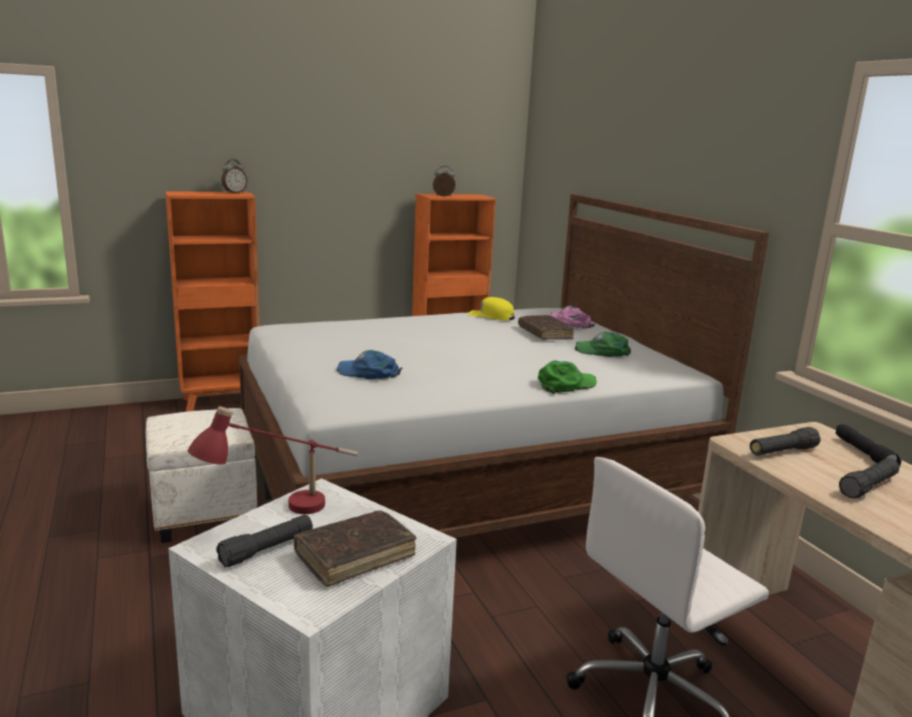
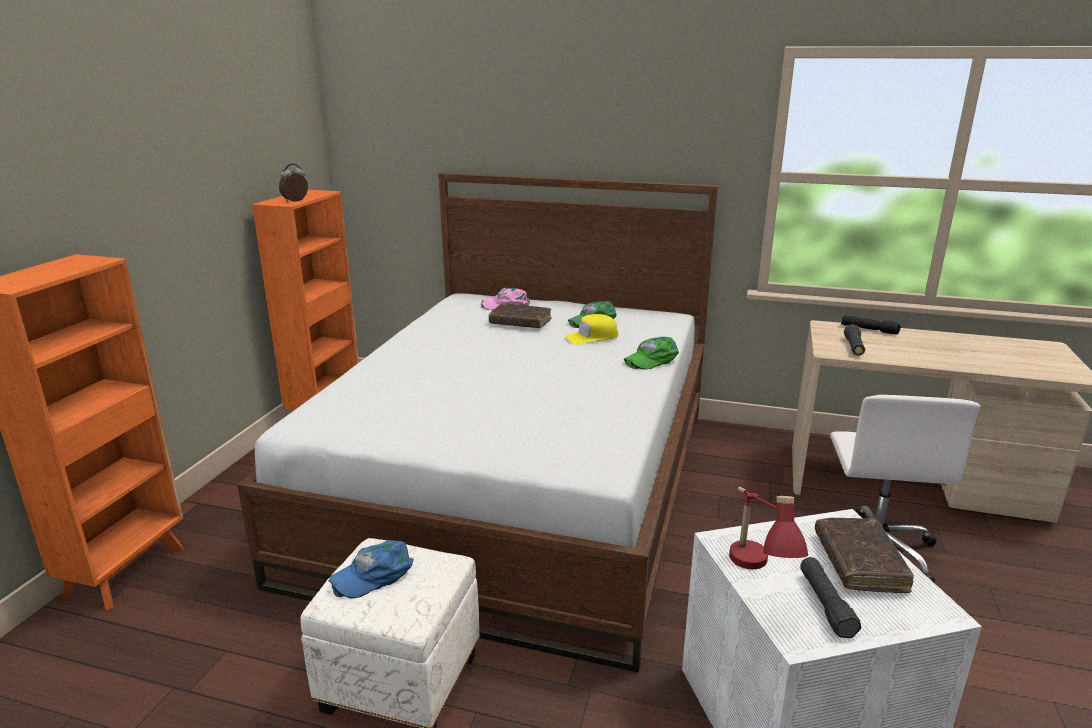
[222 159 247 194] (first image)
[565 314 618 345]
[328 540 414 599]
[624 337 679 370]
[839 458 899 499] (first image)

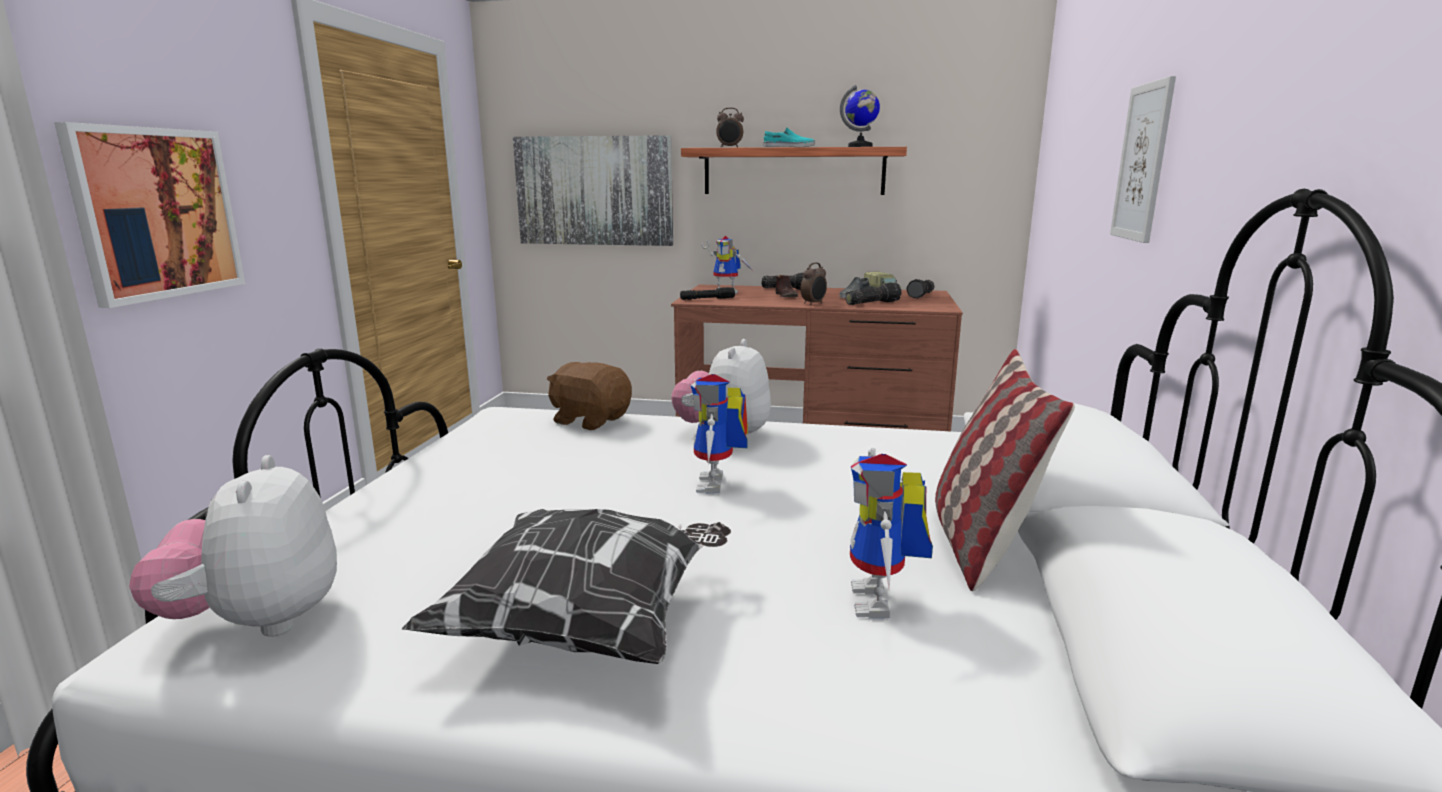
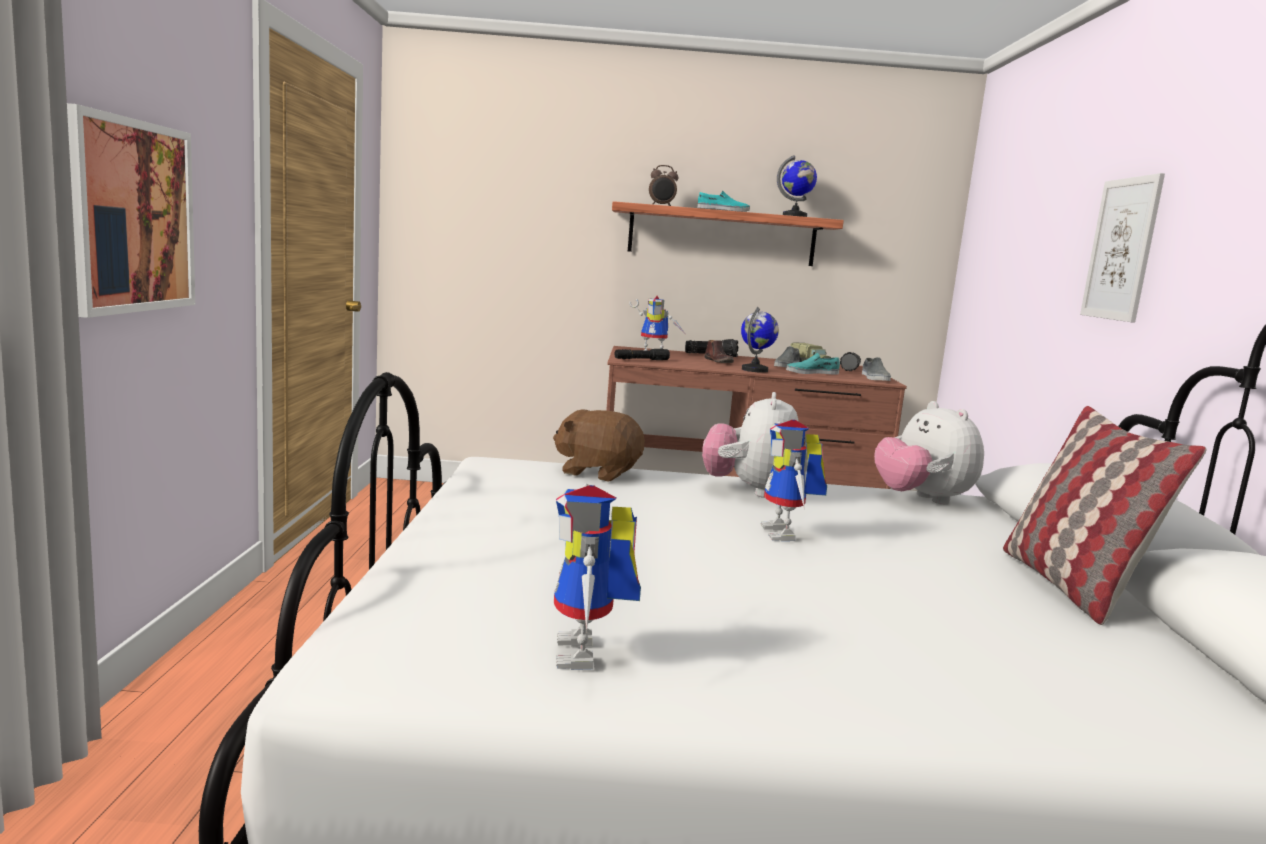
[513 135 673 246] (first image)
[741 307 779 373]
[786 353 840 375]
[554 483 641 670]
[874 401 984 505]
[402 509 731 664] (first image)
[862 357 891 381]

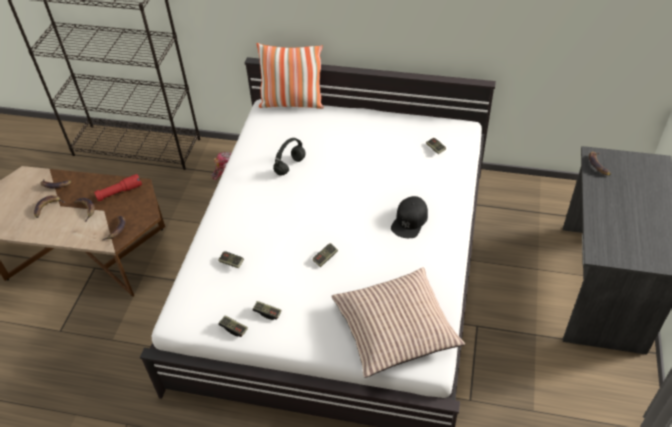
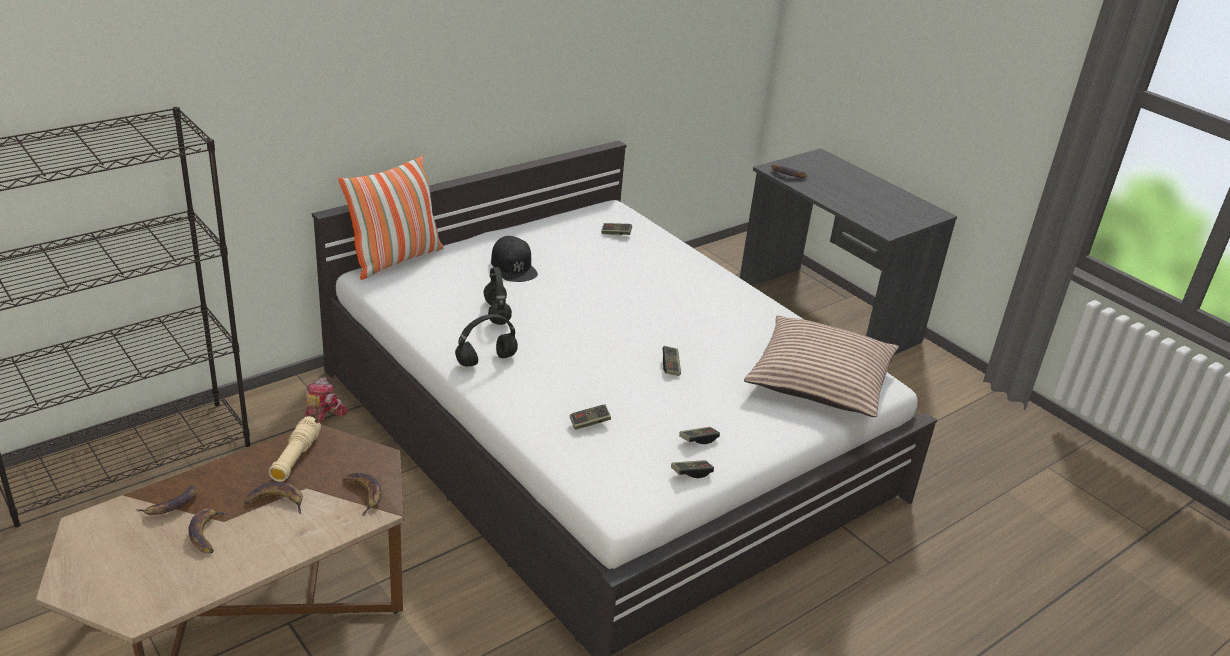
[269 416 321 482]
[491 236 538 282]
[455 314 518 367]

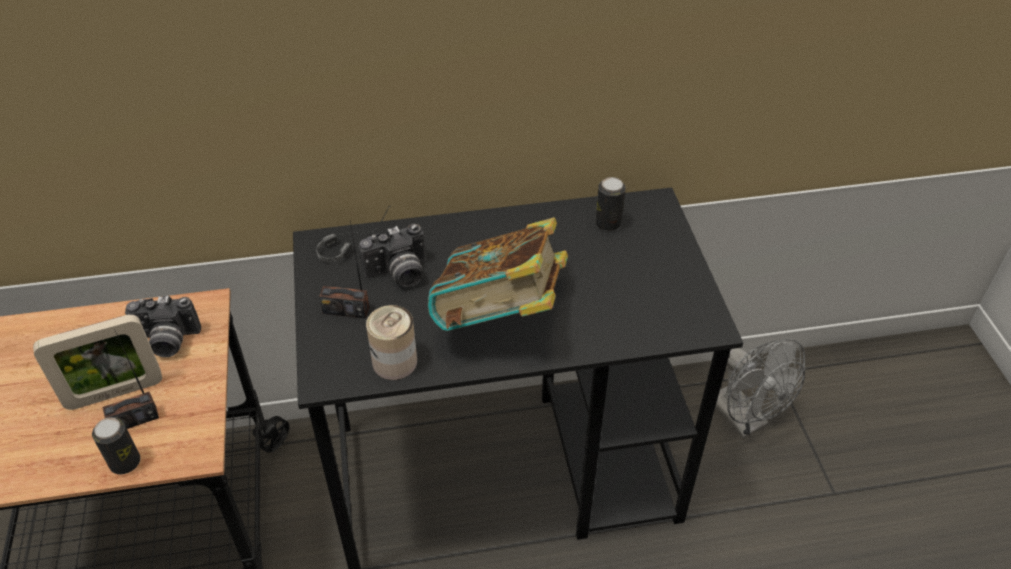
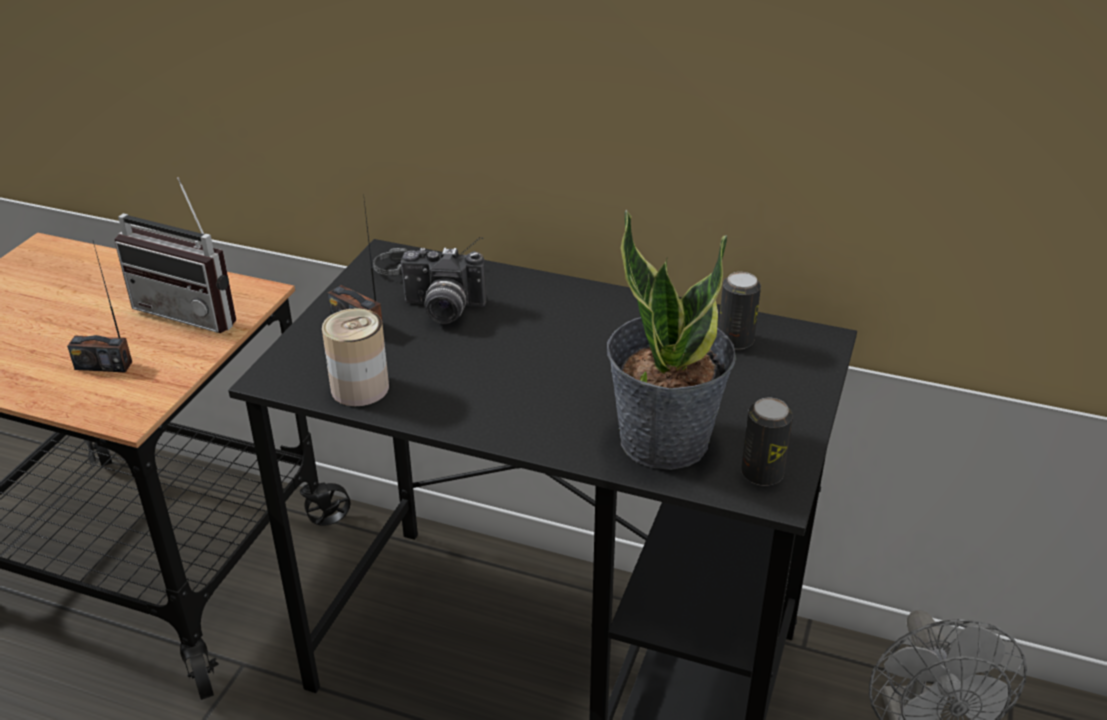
[428 217 568 331] (first image)
[114 177 236 333]
[33 314 162 410] (first image)
[741 398 793 486]
[607 210 736 470]

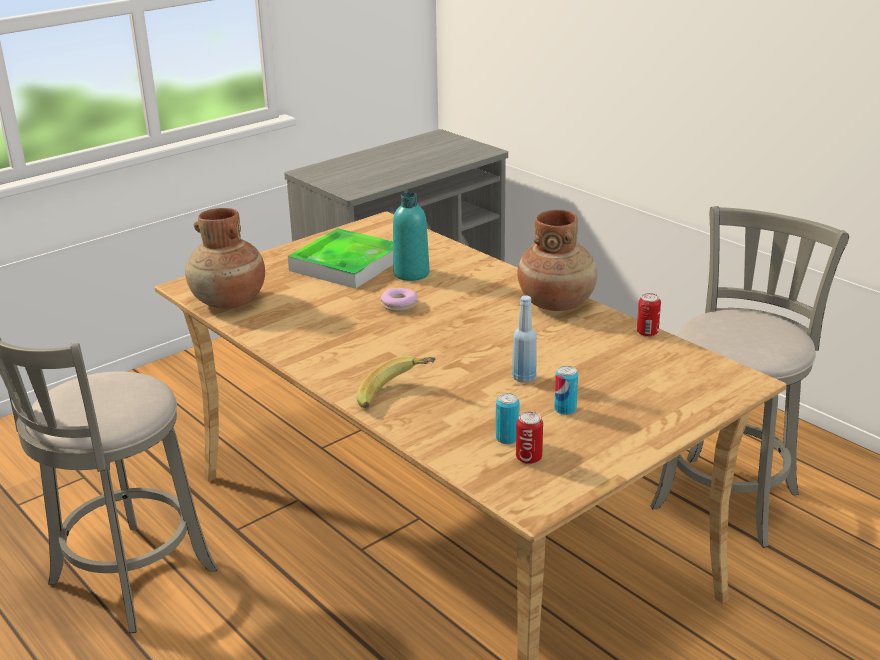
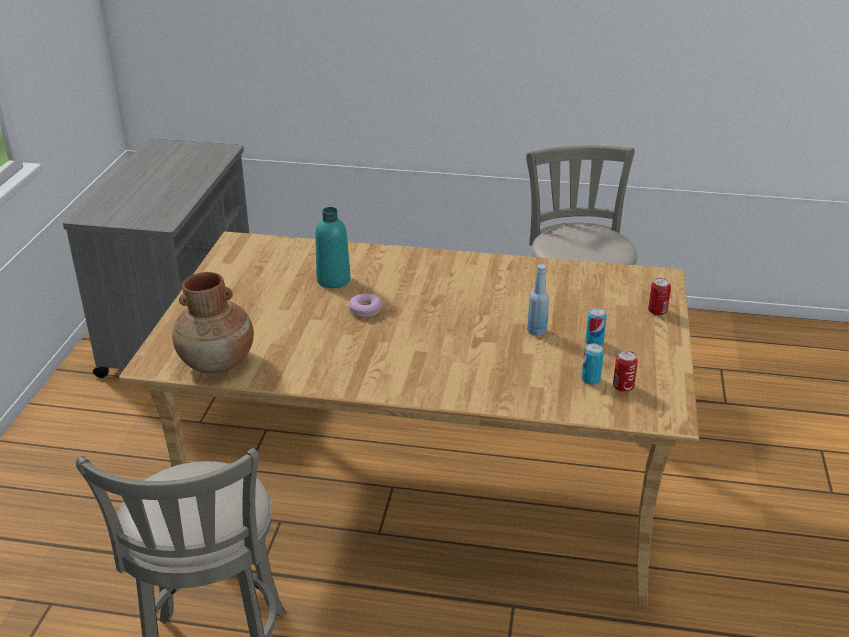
[517 210 597 311] (first image)
[288 228 393 289] (first image)
[648 278 671 316]
[356 356 436 408] (first image)

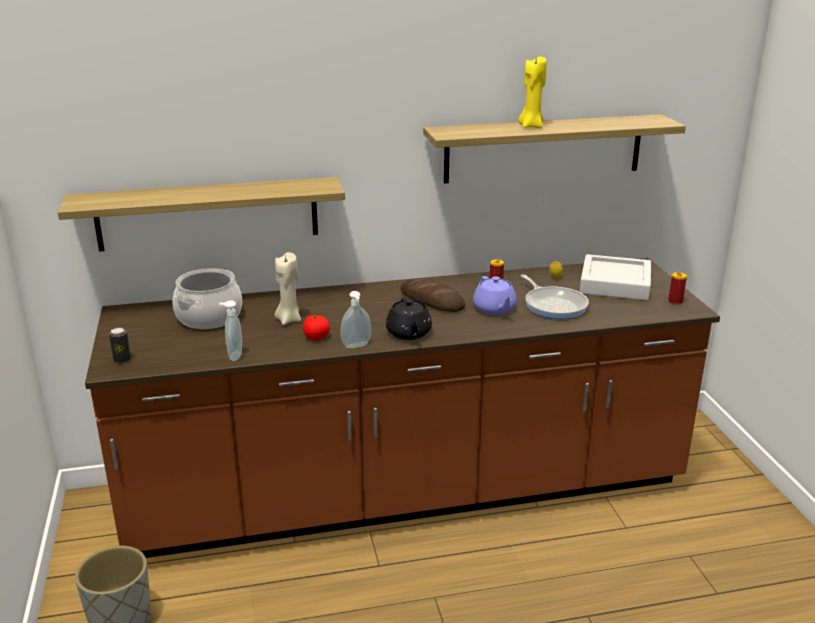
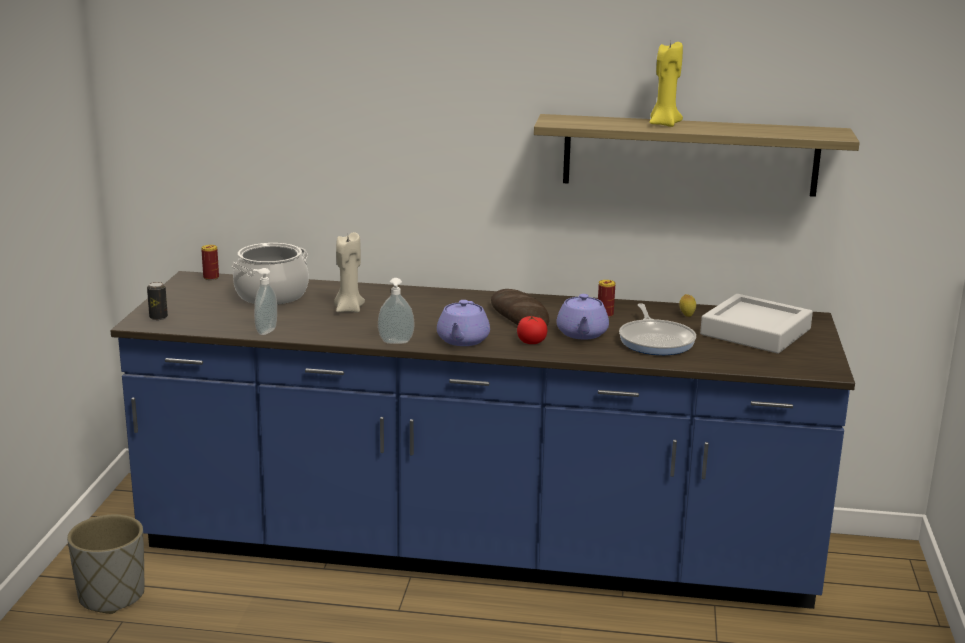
[58 177 345 251] (first image)
[111 271 855 609]
[201 245 219 280]
[437 300 490 346]
[517 316 547 344]

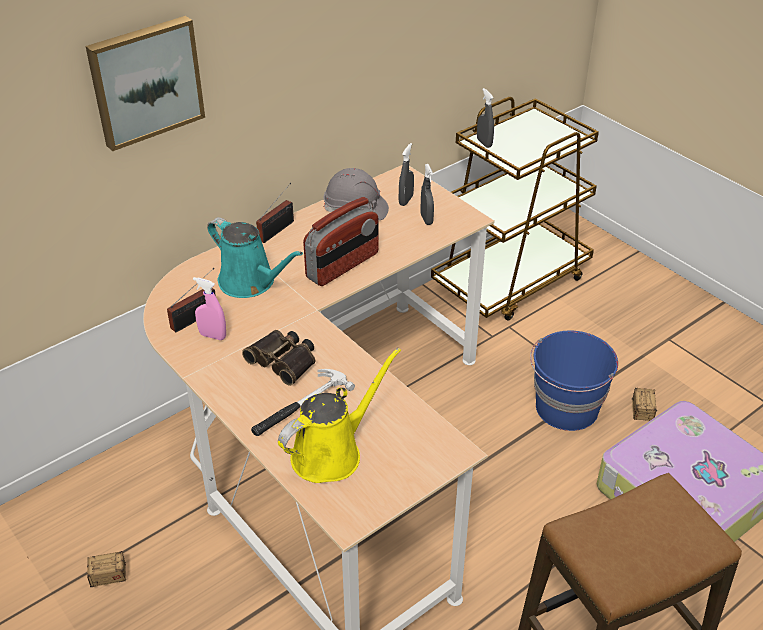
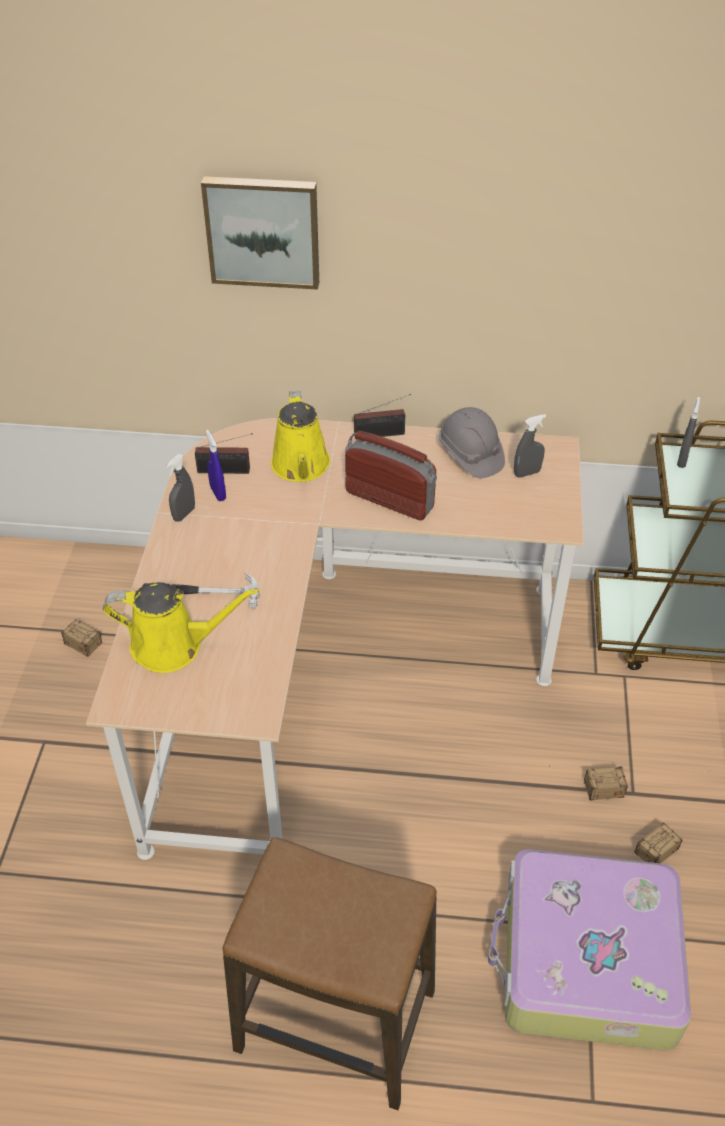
[166 454 195 522]
[345 431 437 520]
[271 390 330 482]
[206 430 226 501]
[242 330 315 386] (first image)
[549 766 628 800]

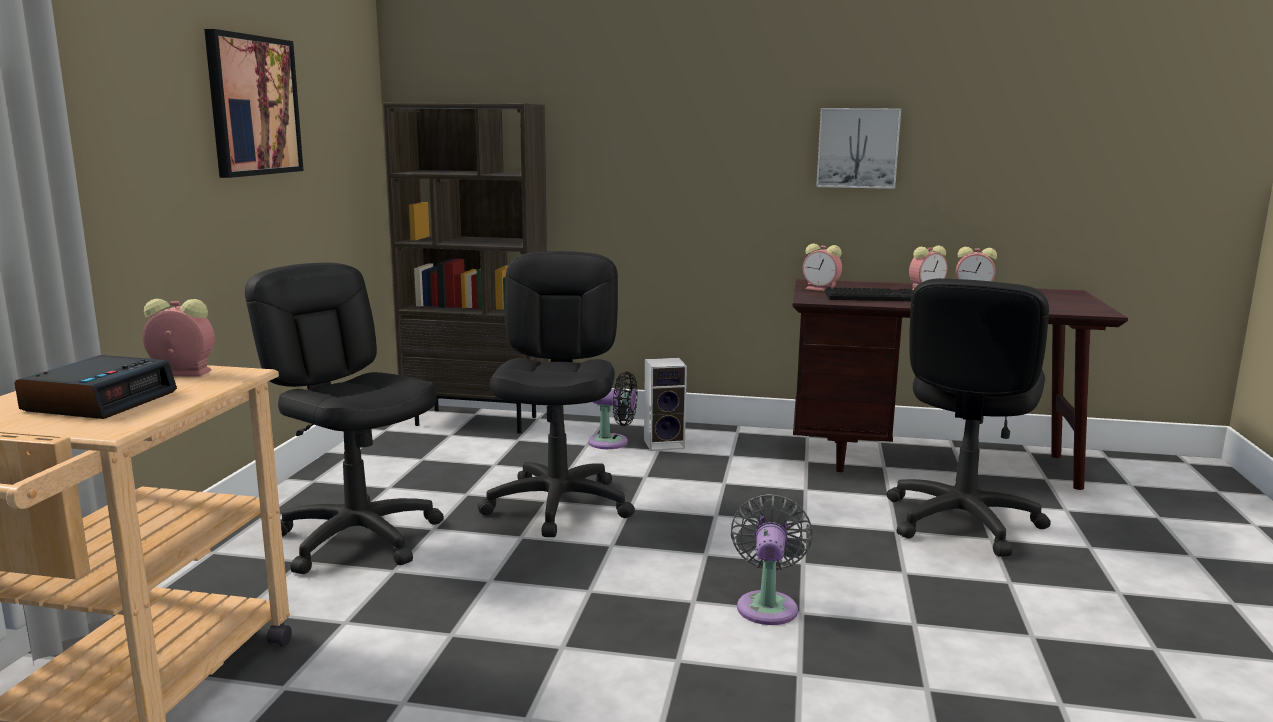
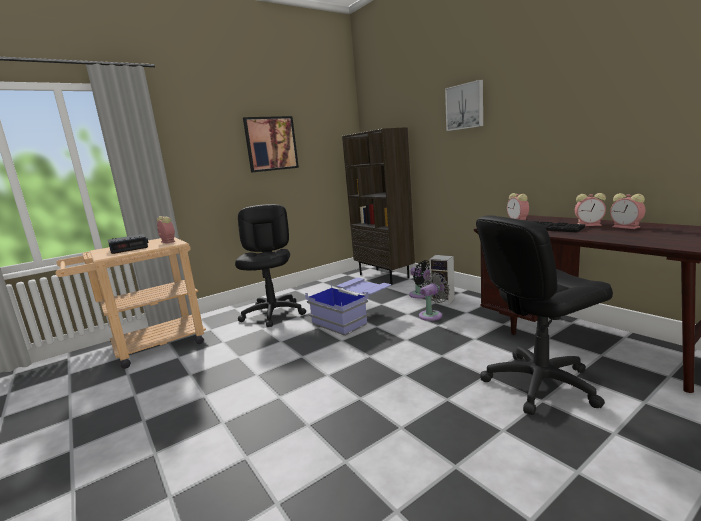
[445 80 483 131]
[305 278 391 336]
[419 272 450 321]

